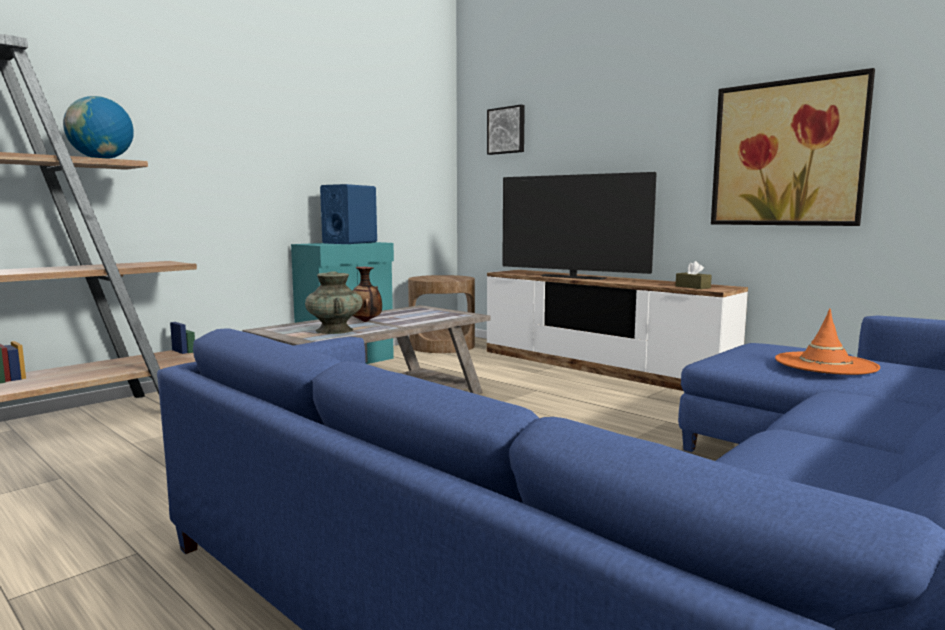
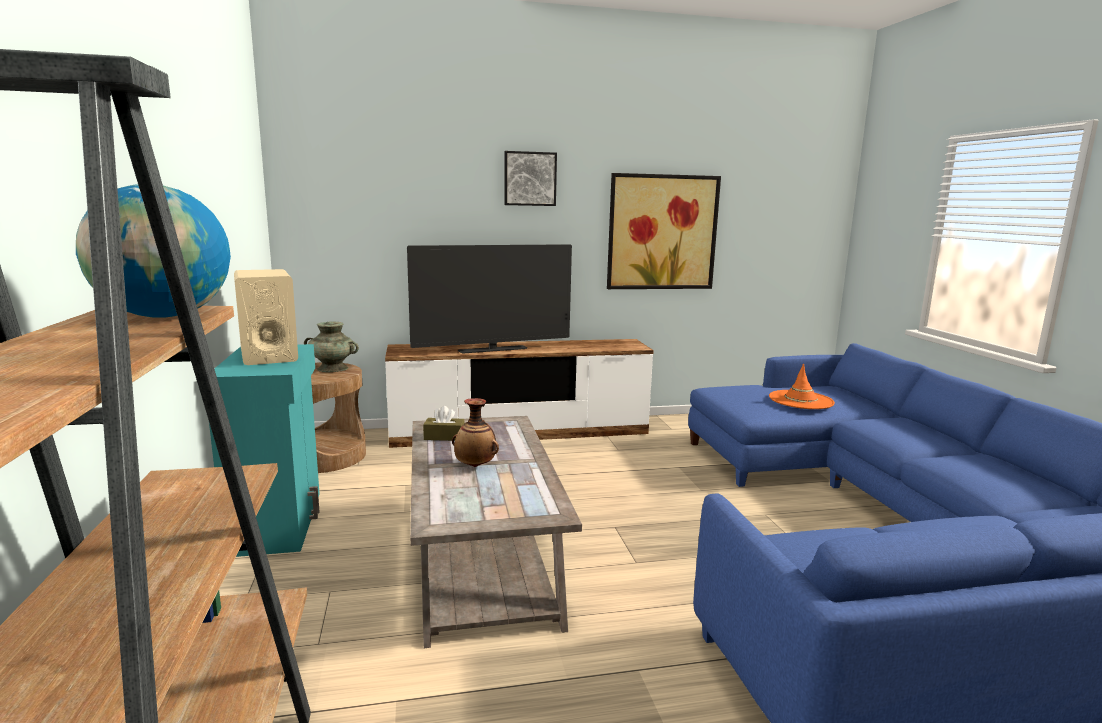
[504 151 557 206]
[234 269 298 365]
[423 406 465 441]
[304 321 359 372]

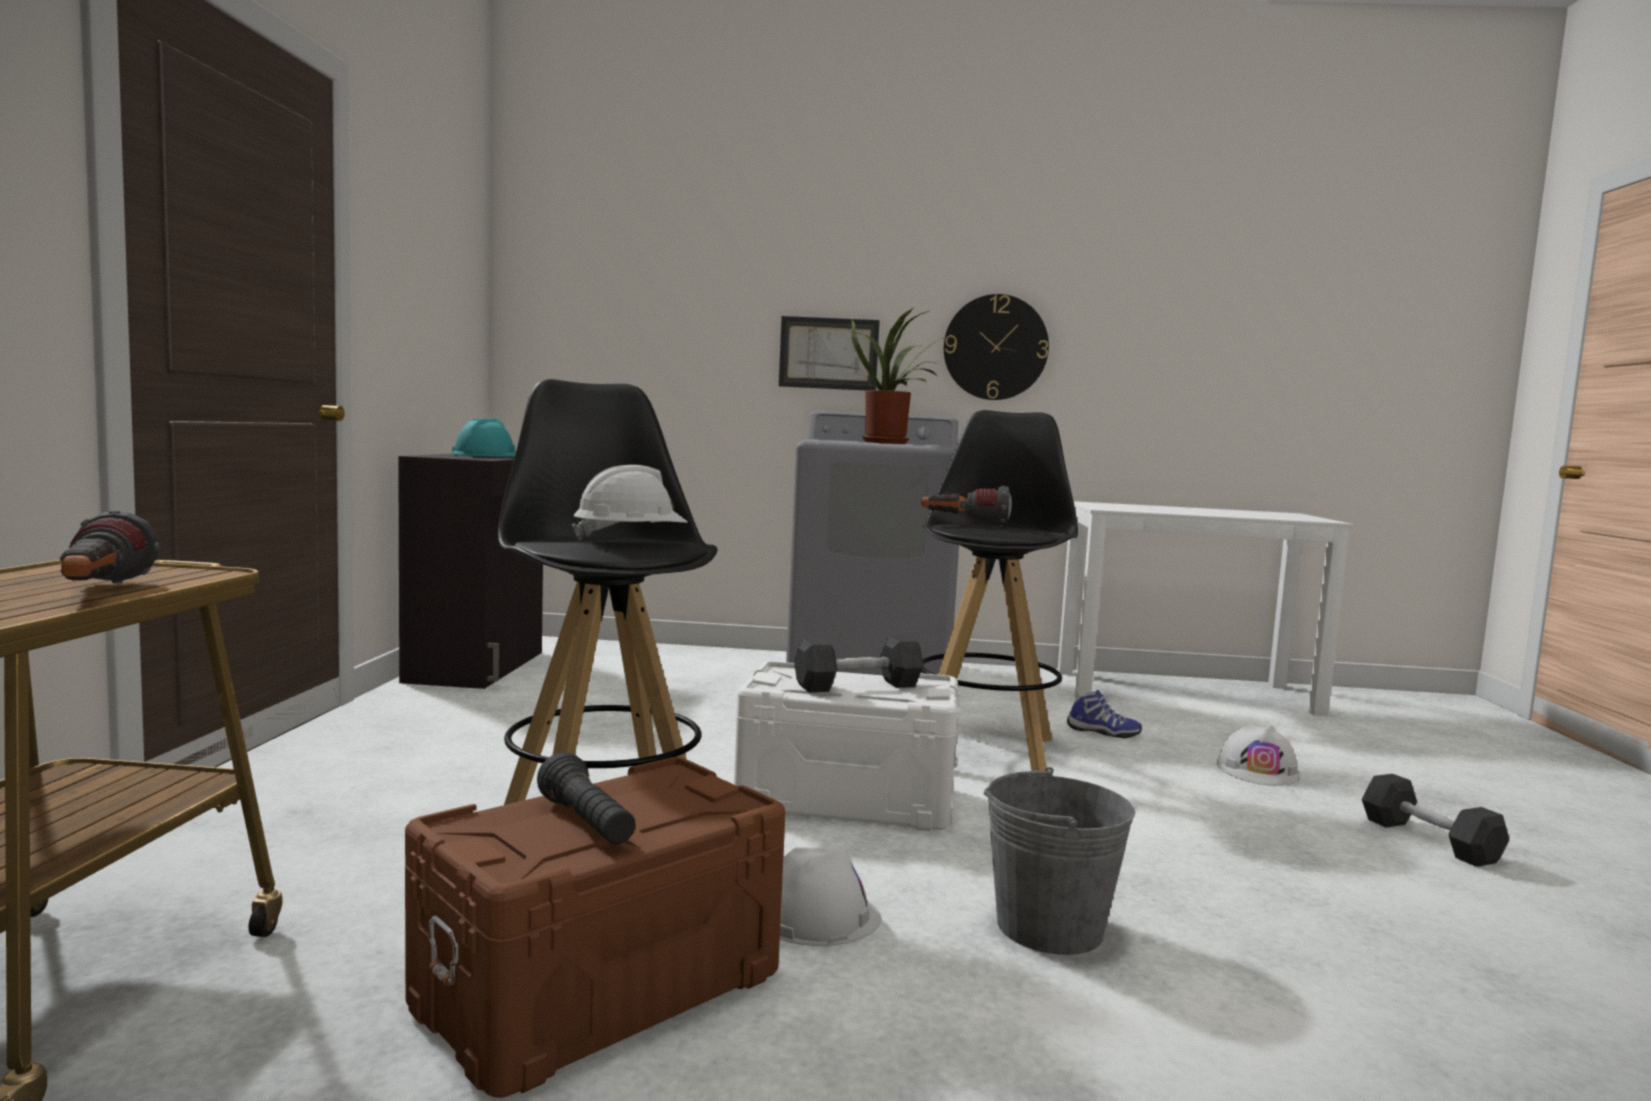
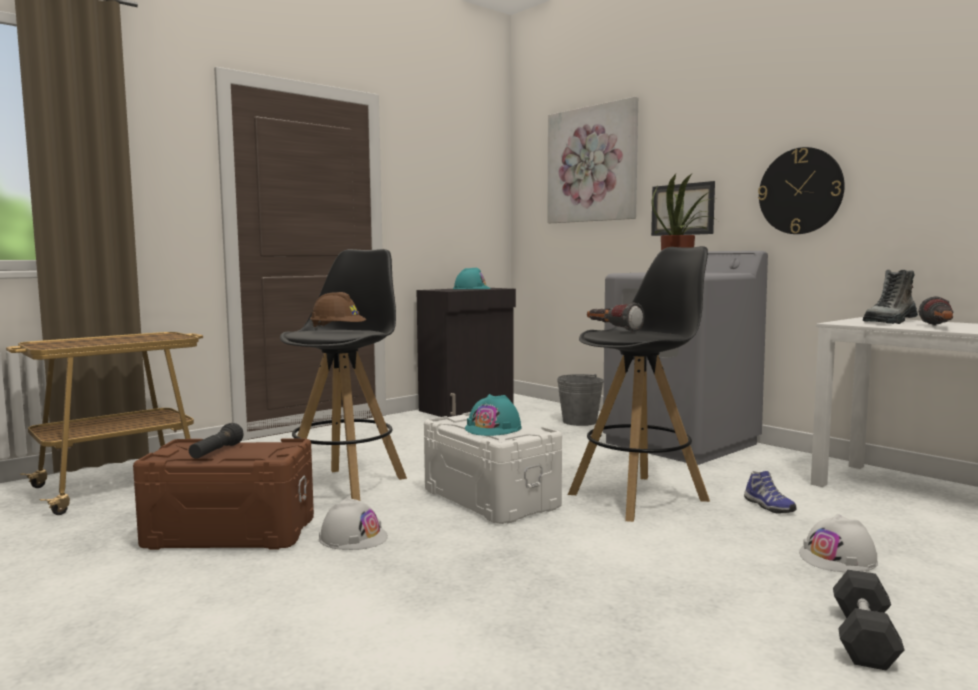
[310 292 366 330]
[918 296 954 326]
[465 394 522 436]
[557 374 604 426]
[547 97 638 223]
[863 270 918 324]

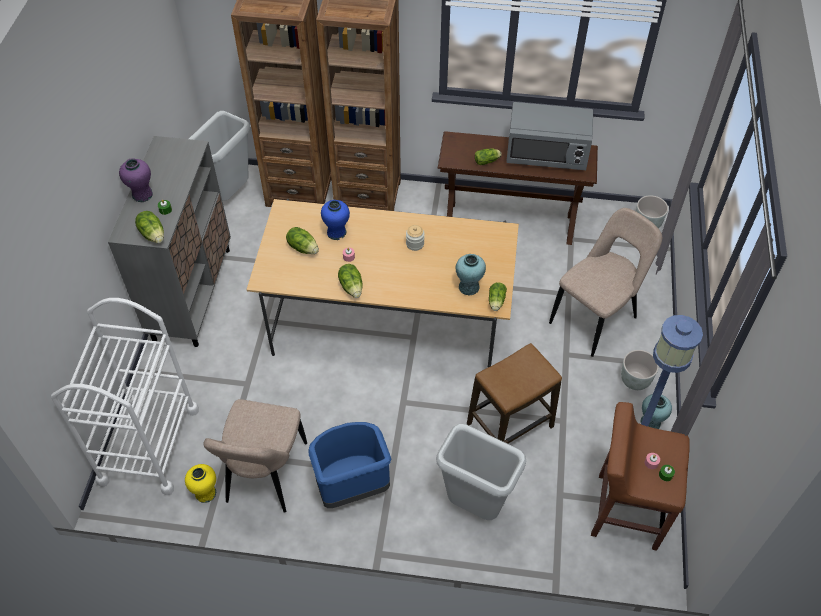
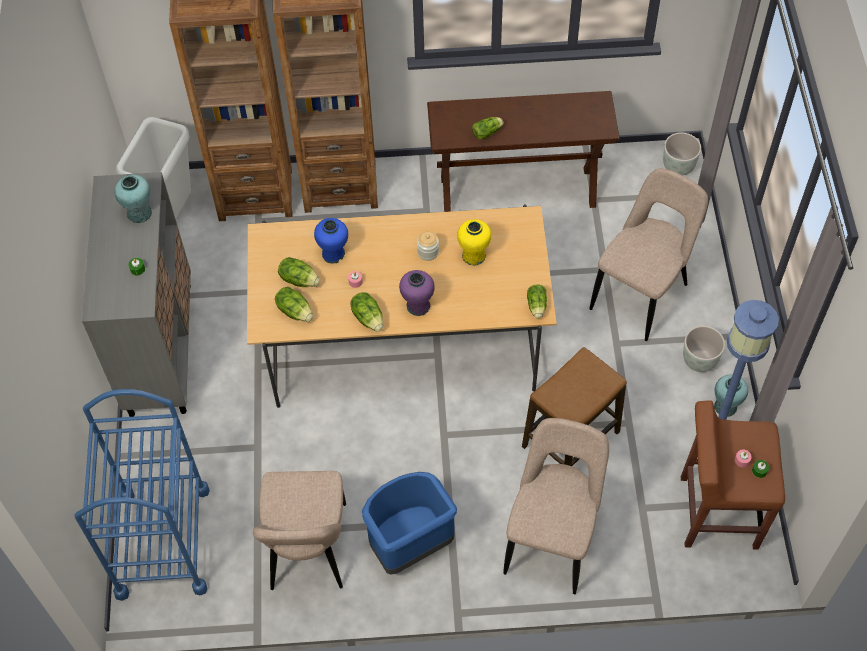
[506 102 593 170] (first image)
[399 270 435 316]
[275 287 313 322]
[114 174 152 223]
[74 389 210 601]
[503 418 609 594]
[457 219 491 266]

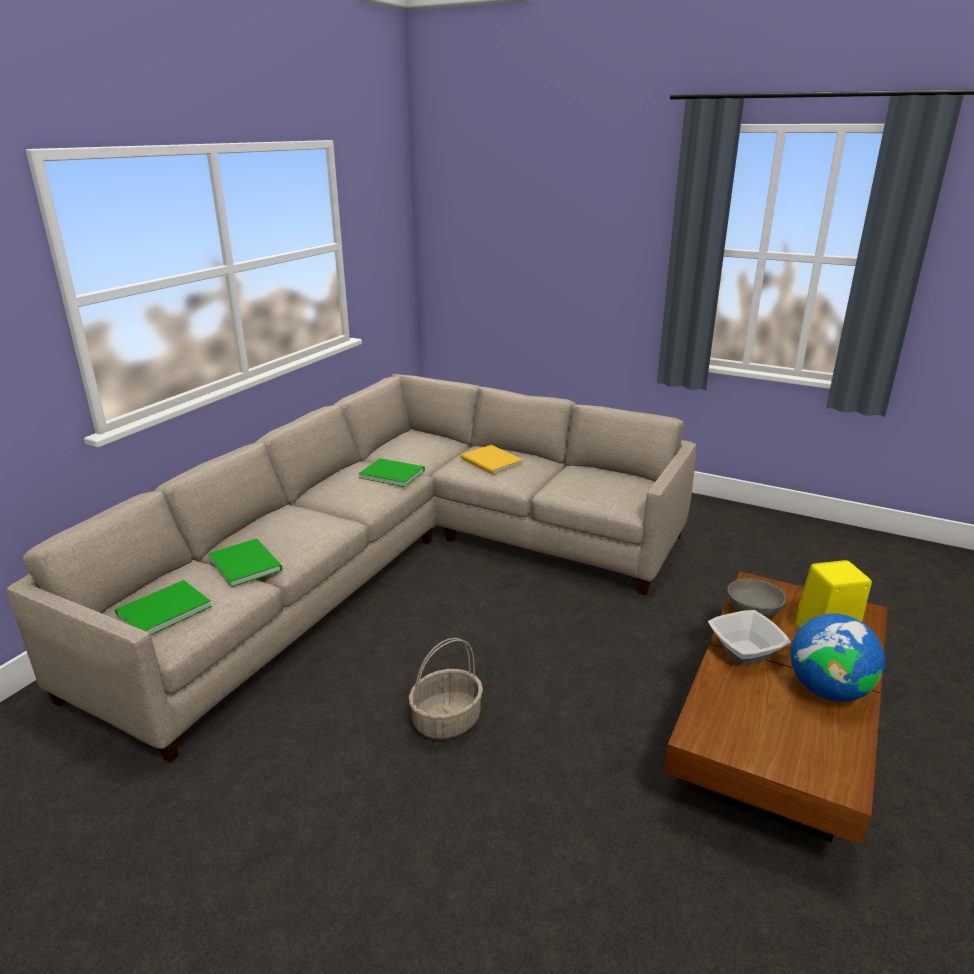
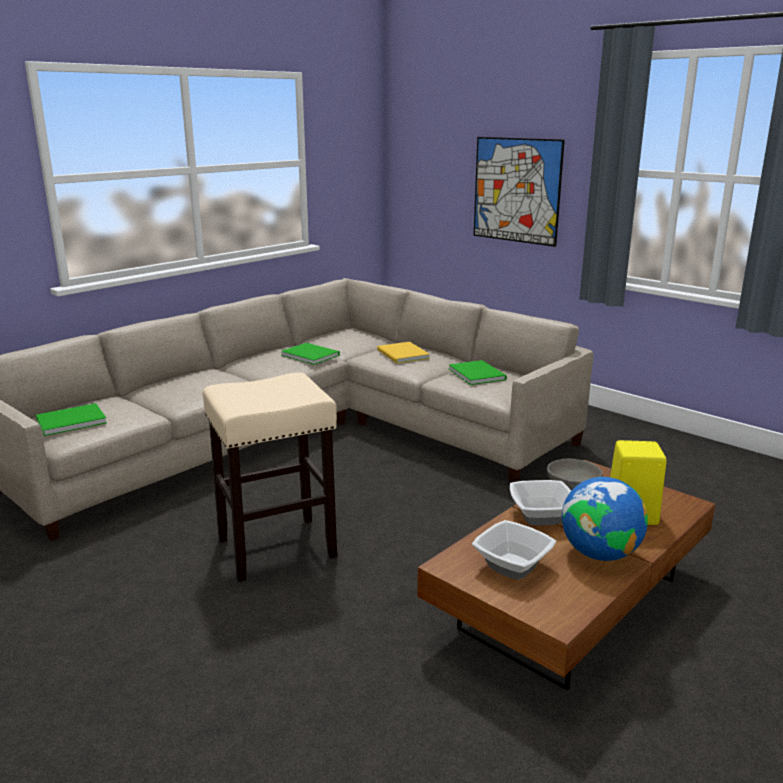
[449 360 507 385]
[203 372 337 582]
[474 137 565 247]
[472 520 556 580]

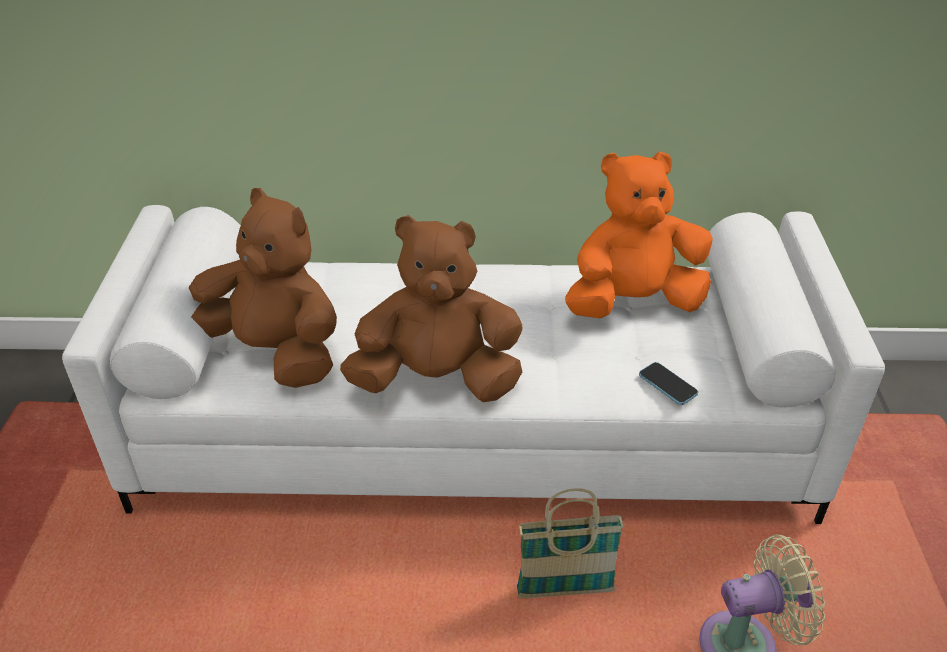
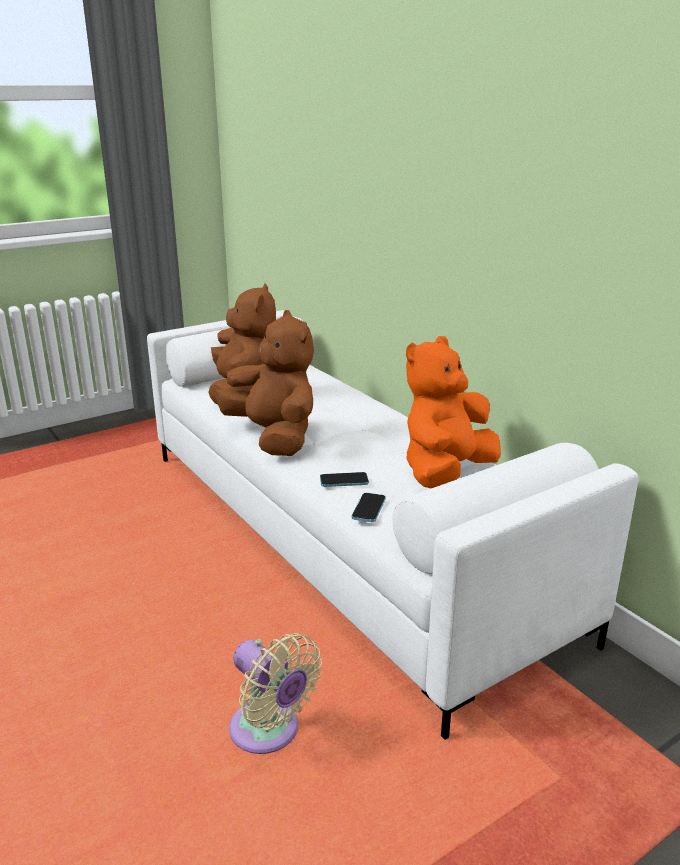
[406 336 501 488]
[517 488 624 599] (first image)
[320 472 369 487]

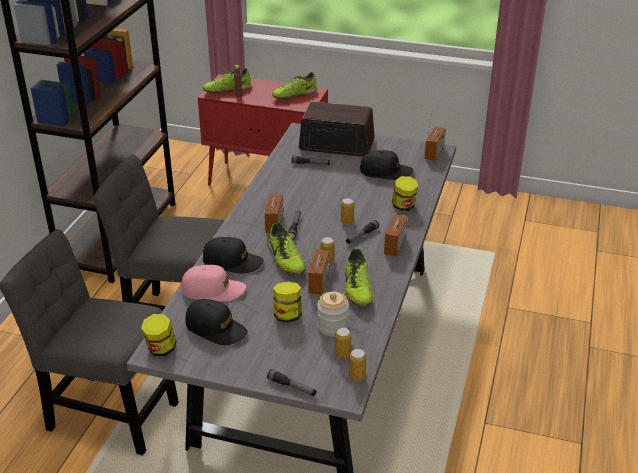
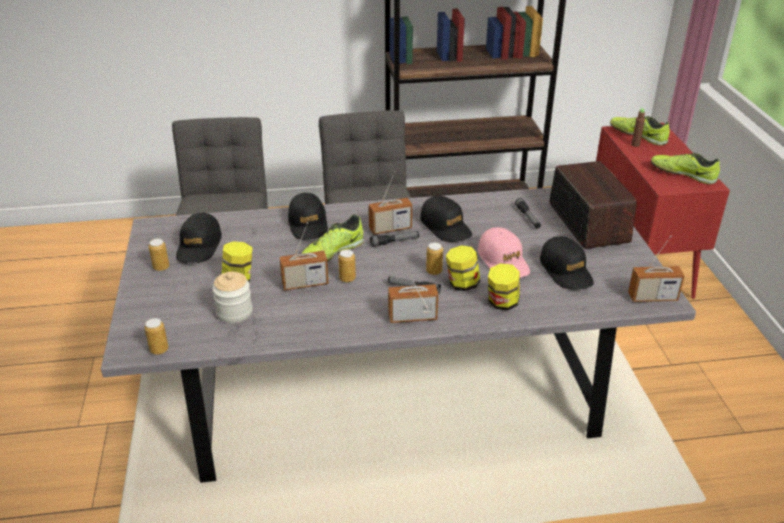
[345 249 373 306] (first image)
[478 227 530 278]
[446 245 481 291]
[149 239 169 271]
[267 369 316 396] (first image)
[420 196 472 242]

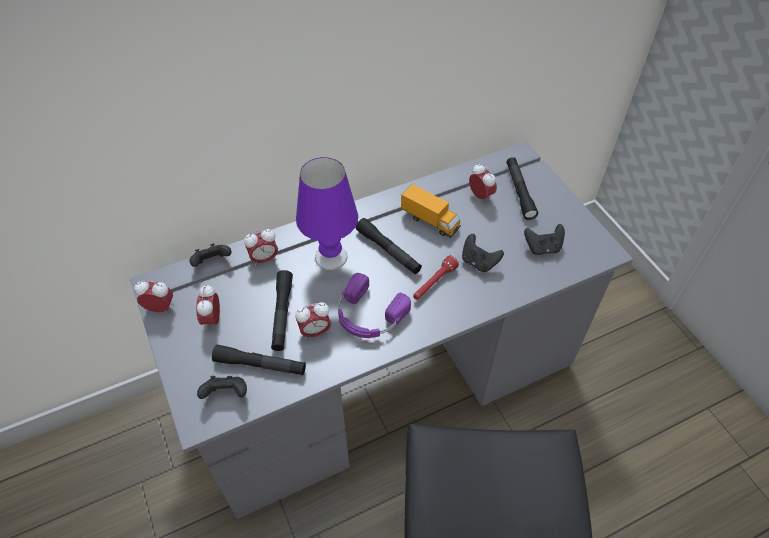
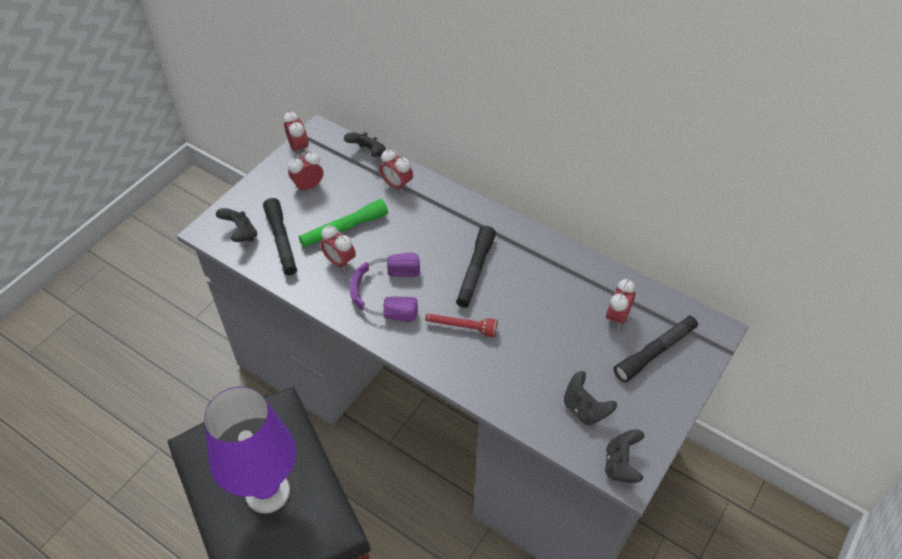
[204 387 297 514]
[401 184 461 238] (first image)
[605 429 644 483]
[299 199 388 248]

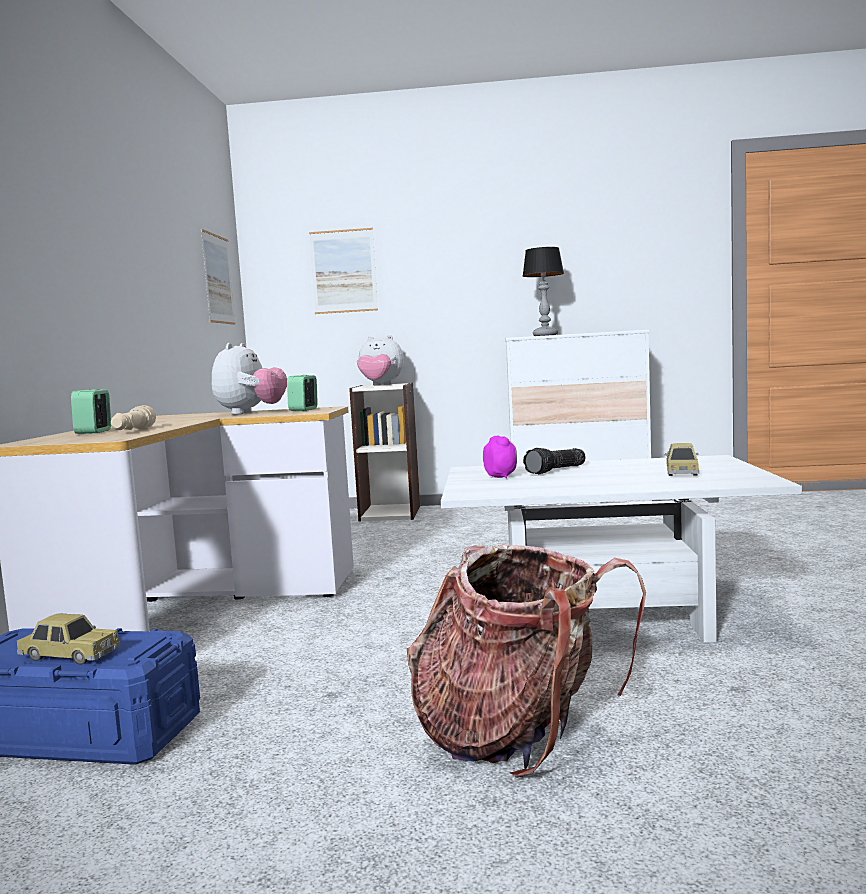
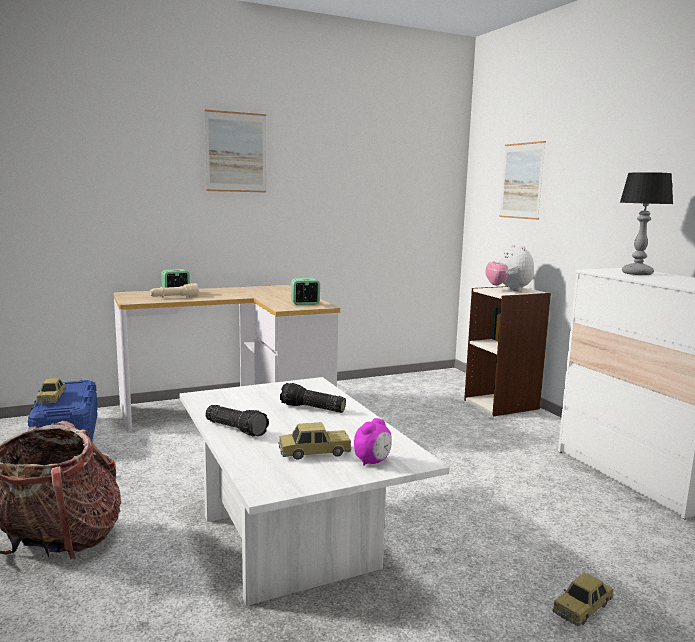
[204 110 266 192]
[212 343 287 415] (first image)
[354 418 392 466]
[205 405 269 436]
[553 573 613 626]

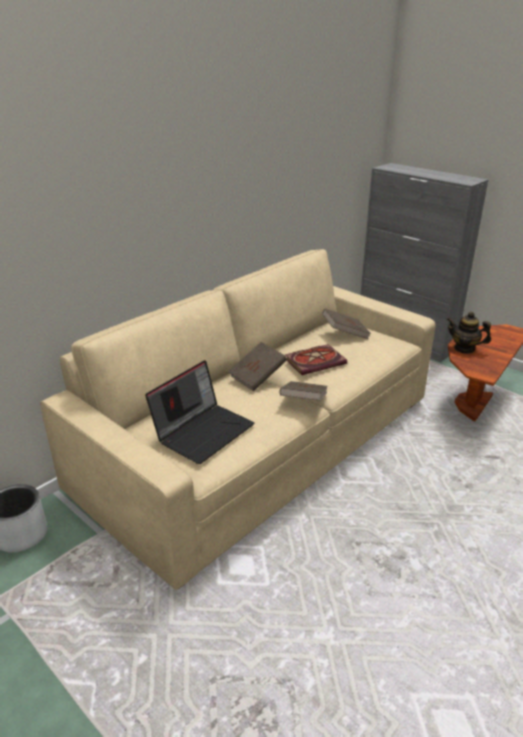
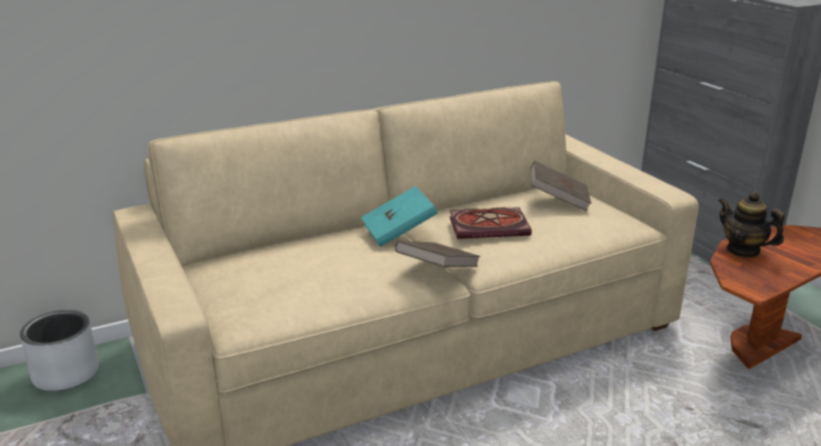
[361 186 438 247]
[145 360 254 464] (first image)

